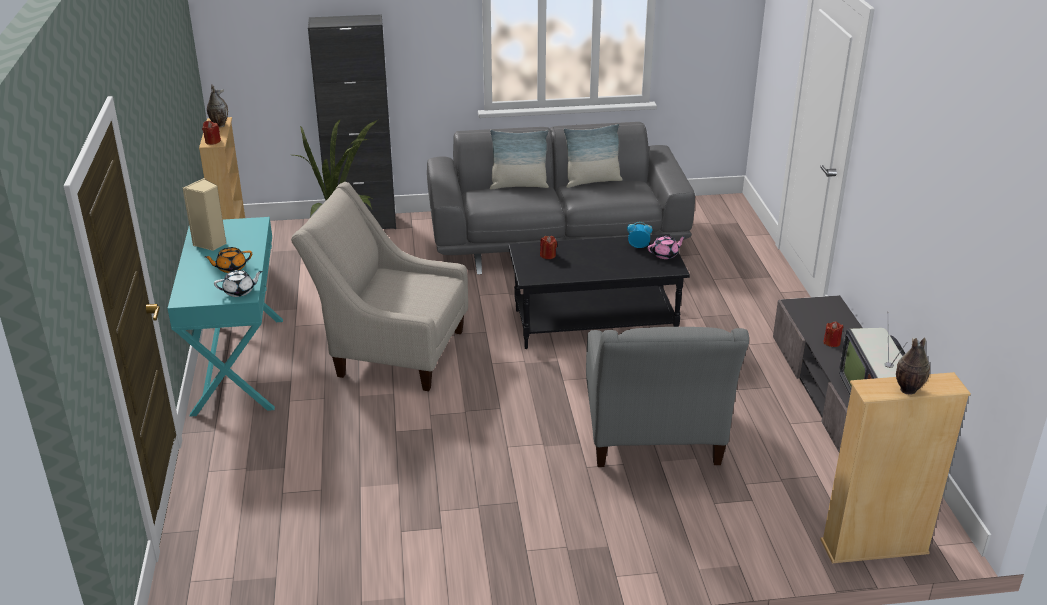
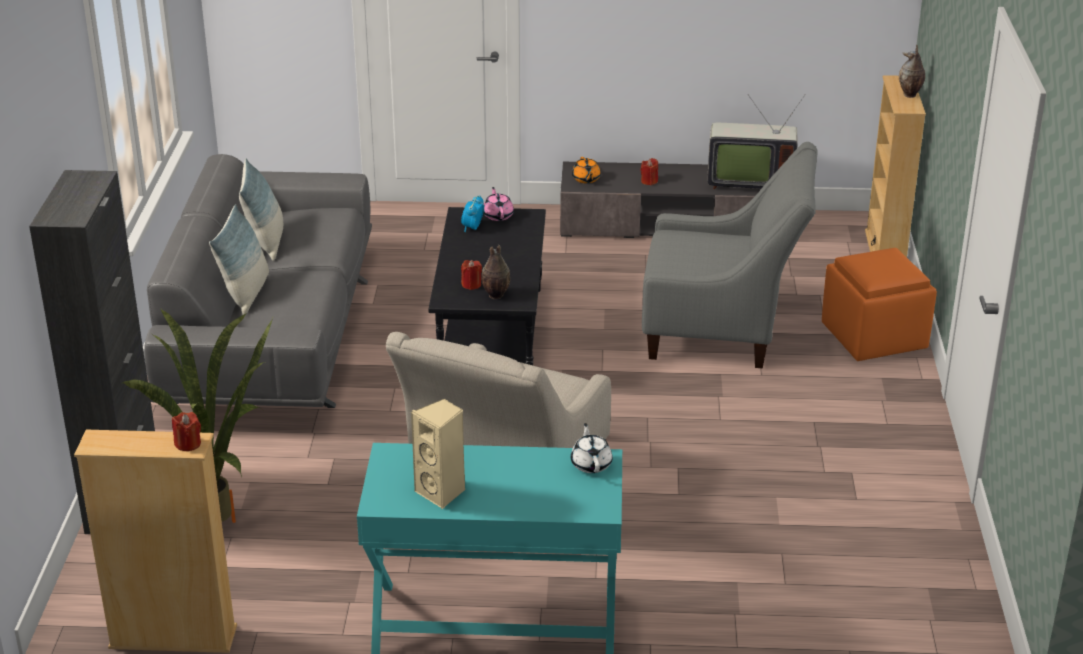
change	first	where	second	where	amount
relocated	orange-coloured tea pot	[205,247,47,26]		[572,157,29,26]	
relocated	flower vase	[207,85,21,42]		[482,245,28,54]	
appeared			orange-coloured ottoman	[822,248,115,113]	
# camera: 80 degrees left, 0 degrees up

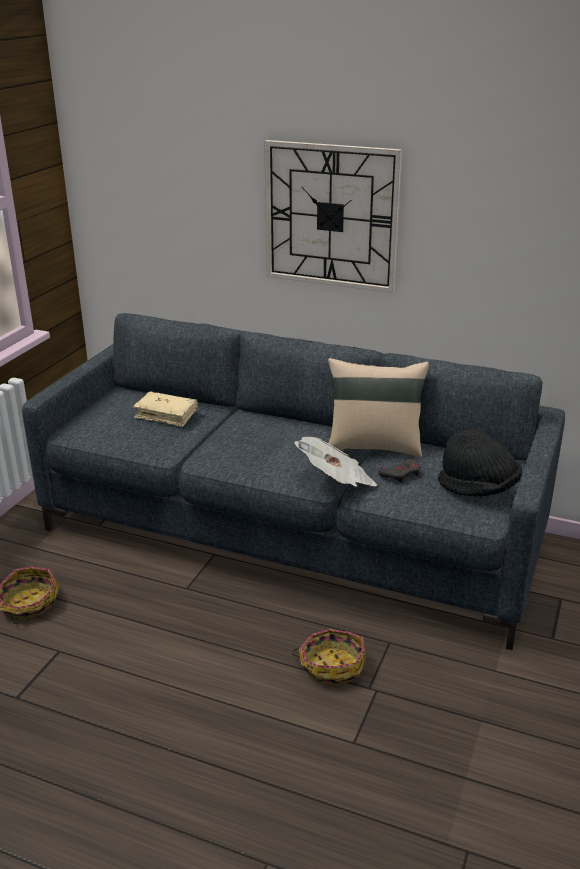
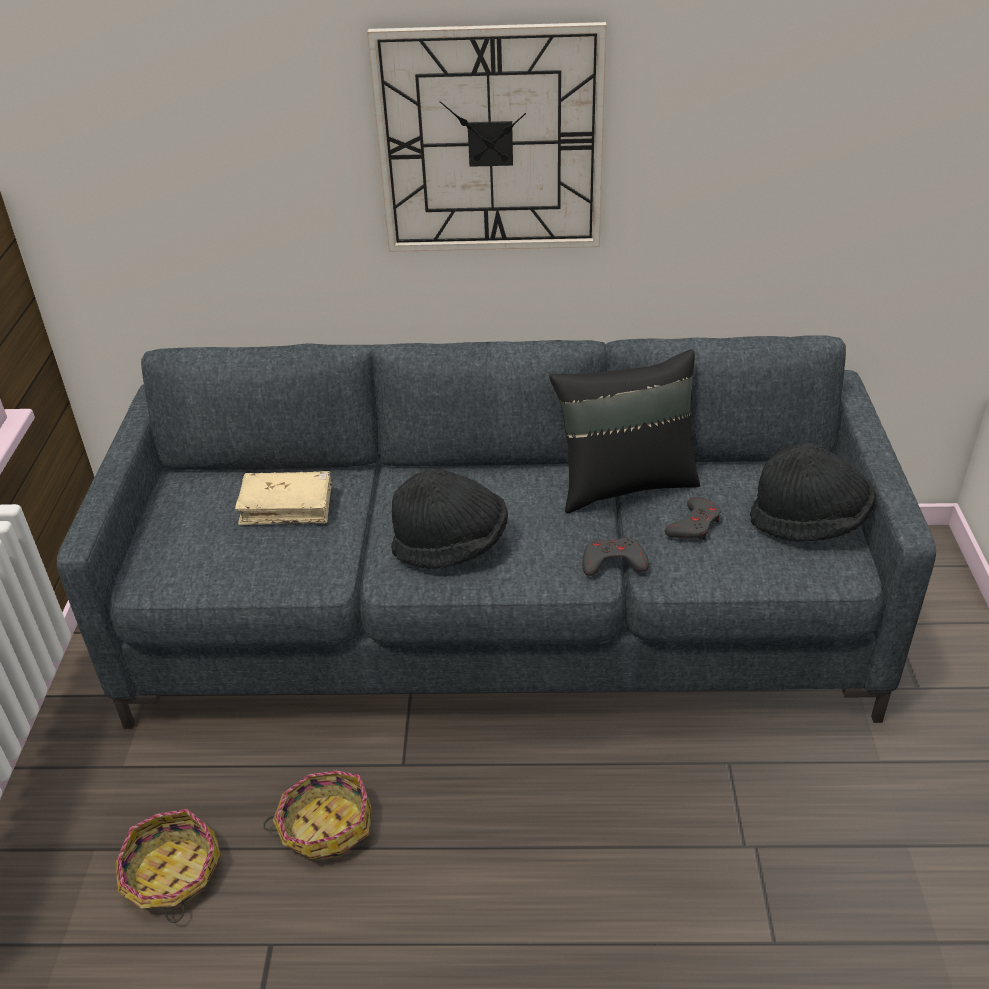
change	first	where	second	where	amount
relocated	storage basket	[292,629,74,57]		[263,770,108,90]	
exchanged	daily paper	[294,437,83,50]	grey gamepad	[582,538,67,38]	
colour	beige cushion	[328,358,101,99]	black-coloured cushion	[549,349,151,165]	
appeared			black-coloured wearable hat	[391,468,117,101]	
# camera: 20 degrees left, 10 degrees up

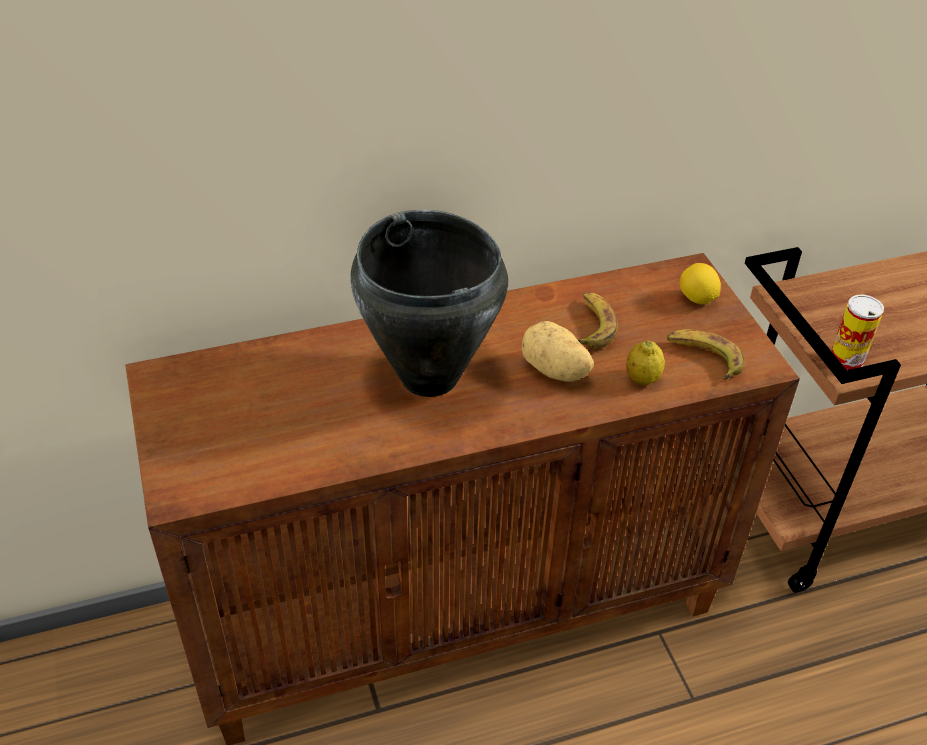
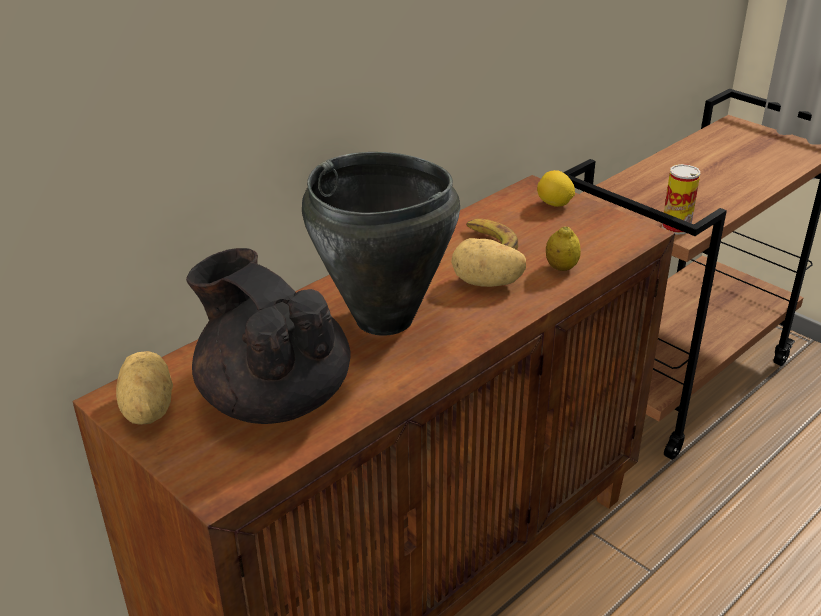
change	first	where	second	where	amount
missing	banana fruit	[667,329,78,51]			
appeared			spud	[116,351,57,74]	
appeared			black-coloured tea pot	[186,248,165,176]	
# camera: 25 degrees left, 10 degrees down

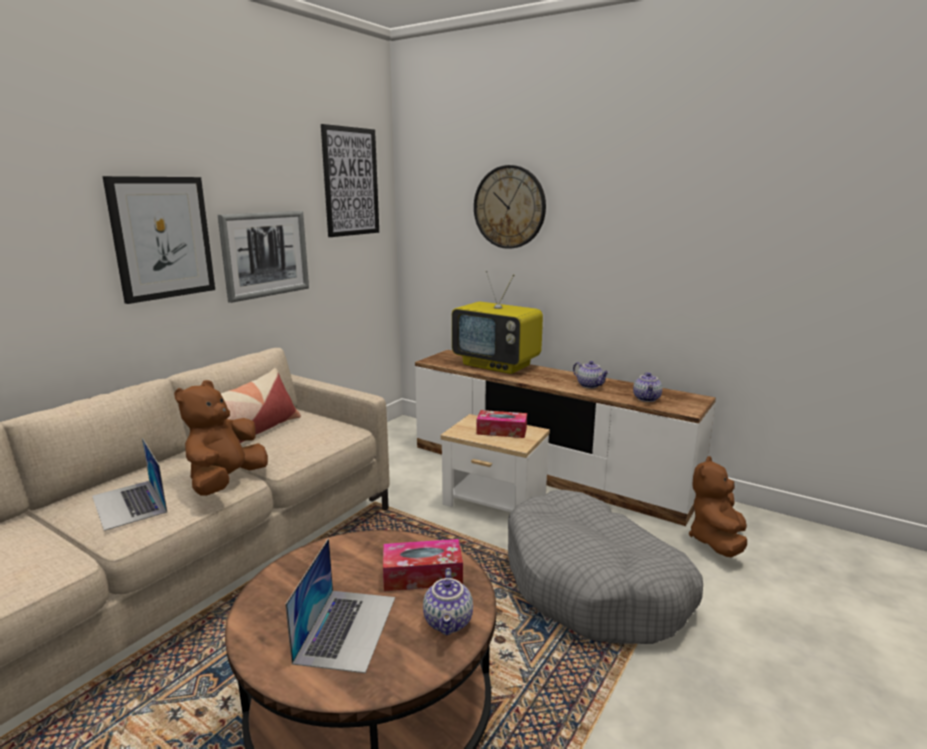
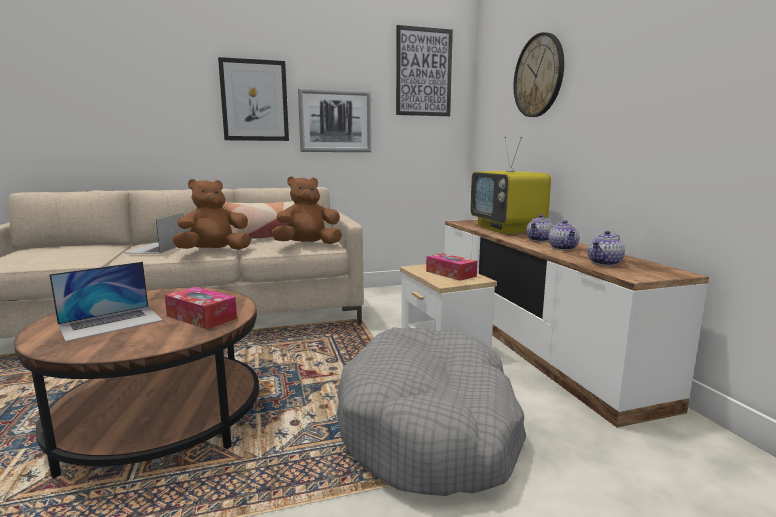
change	first	where	second	where	amount
relocated	tea pot	[423,568,50,67]		[526,214,28,28]	
relocated	brown plush toy	[689,456,58,101]		[271,177,71,67]	
# camera: 40 degrees right, 5 degrees down

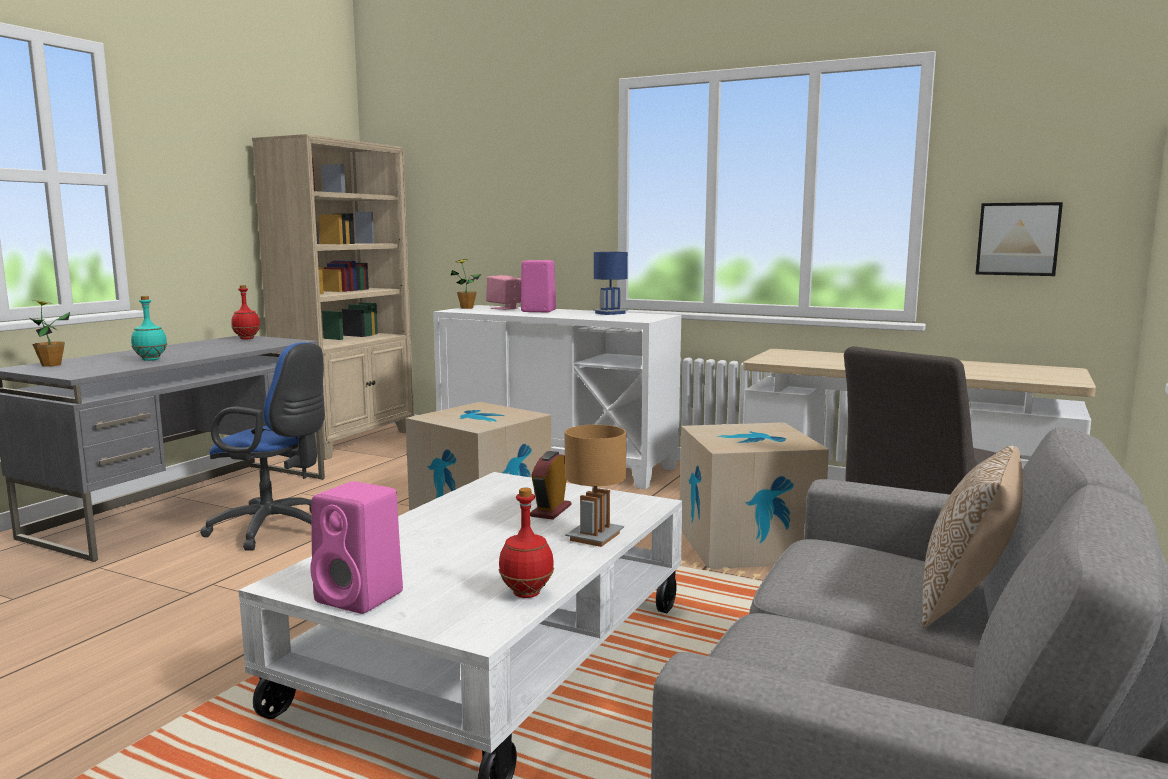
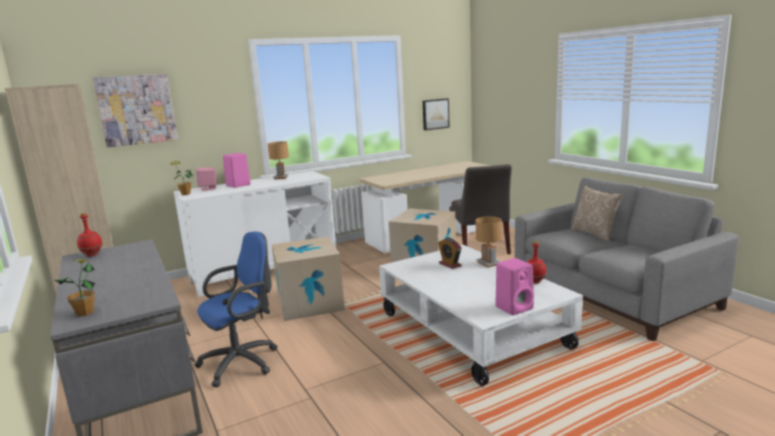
change	first	where	second	where	amount
missing	blue-green drink bottle	[131,296,36,65]			
colour	blue lamp for a table	[593,252,35,63]	brown lamp for a table	[268,141,21,38]	
appeared			picture	[93,74,85,73]	
# camera: 55 degrees left, 5 degrees up

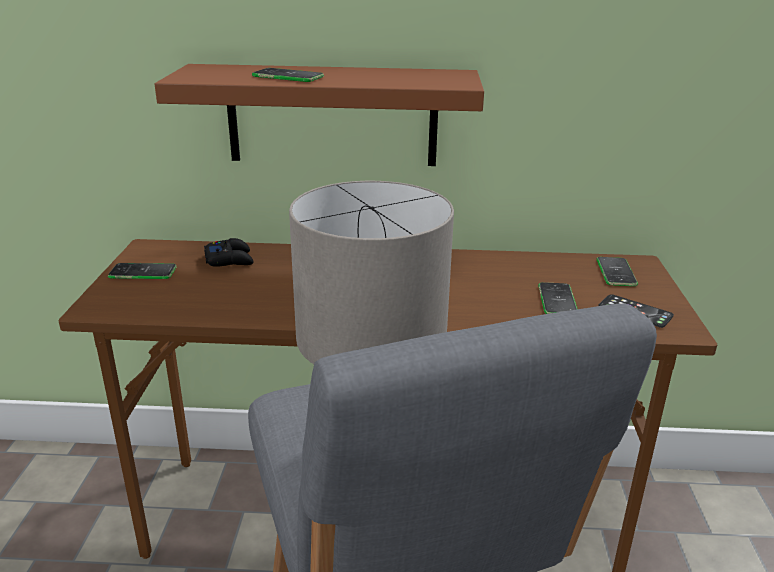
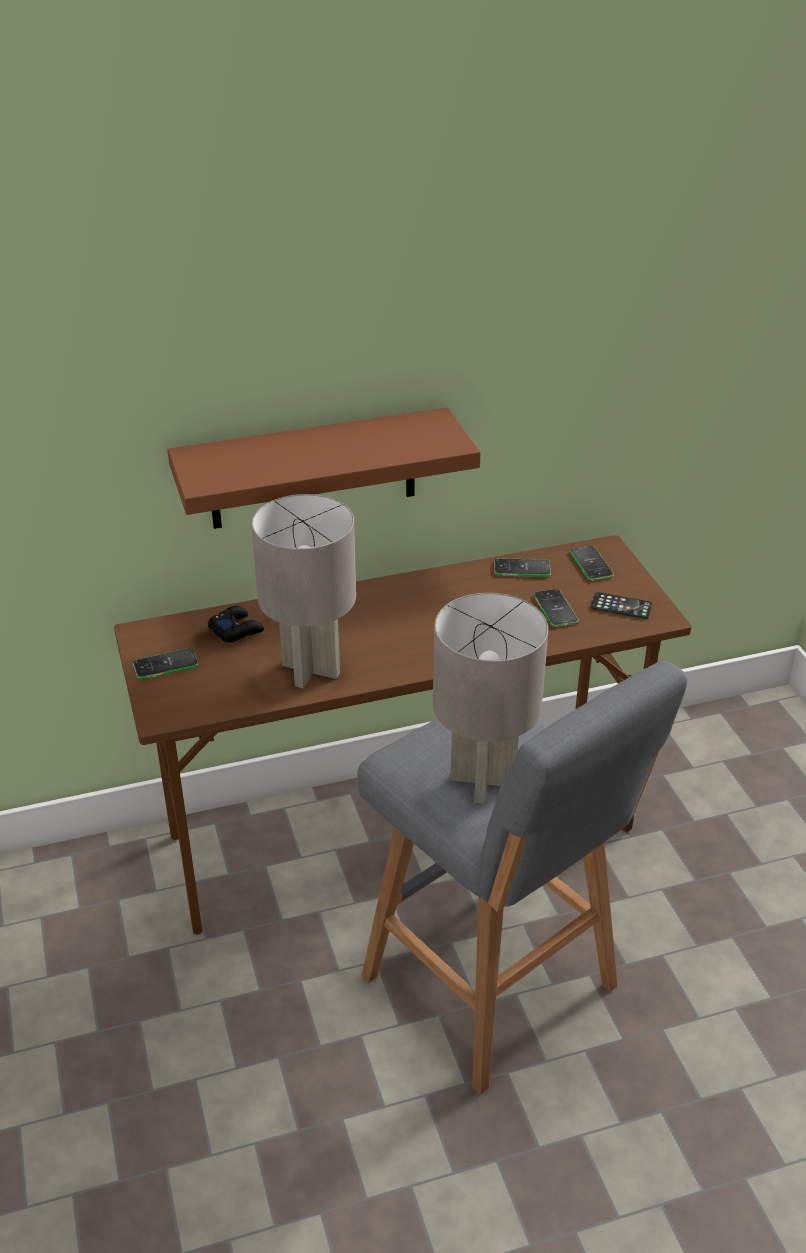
change	first	where	second	where	amount
relocated	handset	[252,68,72,14]		[494,558,57,19]	
appeared			grey lamp for a table	[251,494,105,194]	
# camera: 20 degrees left, 10 degrees up

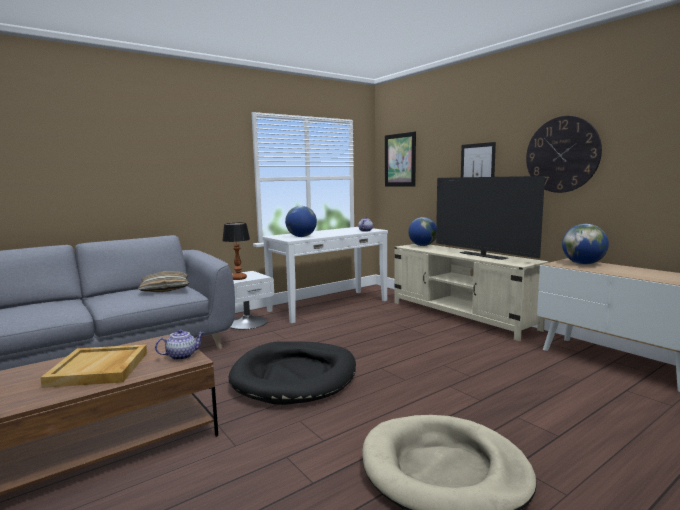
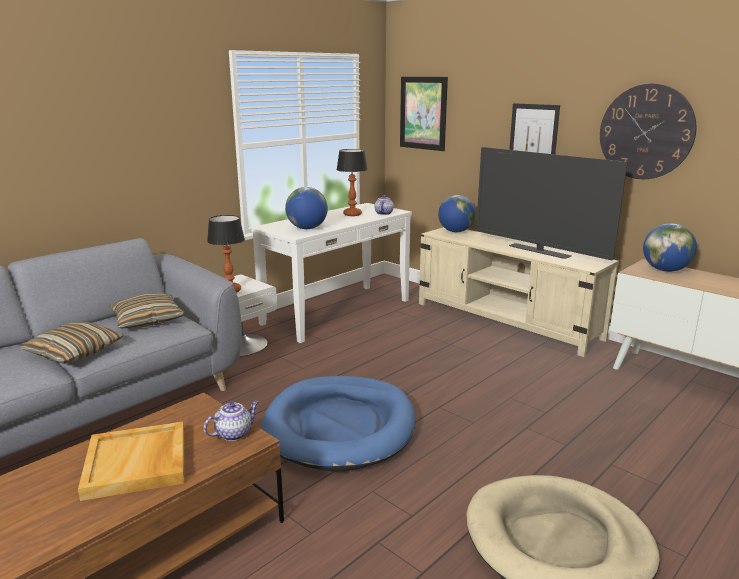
change	first	where	second	where	amount
colour	black-coloured dog cushion	[229,341,127,64]	blue dog cushion	[262,376,154,96]	
appeared			cushion	[20,322,103,42]	
appeared			lamp for a table	[336,149,32,67]	
# camera: 10 degrees left, 10 degrees up

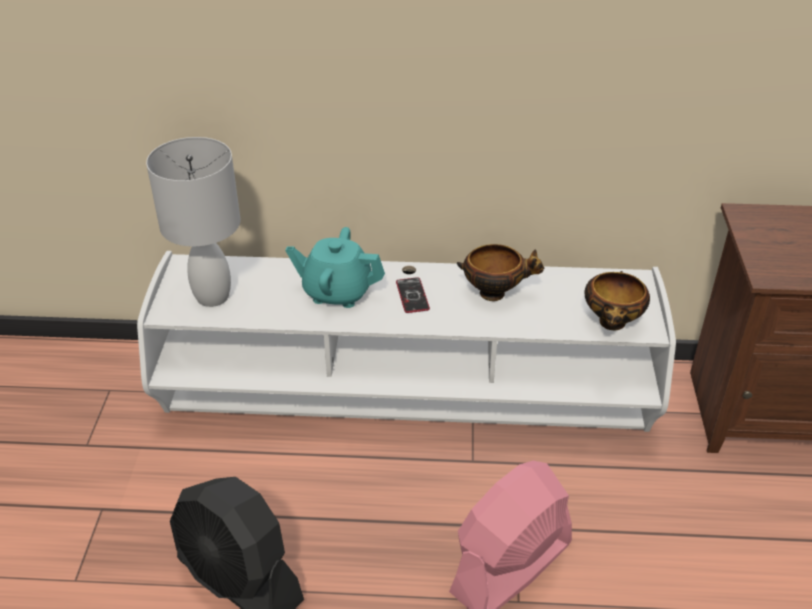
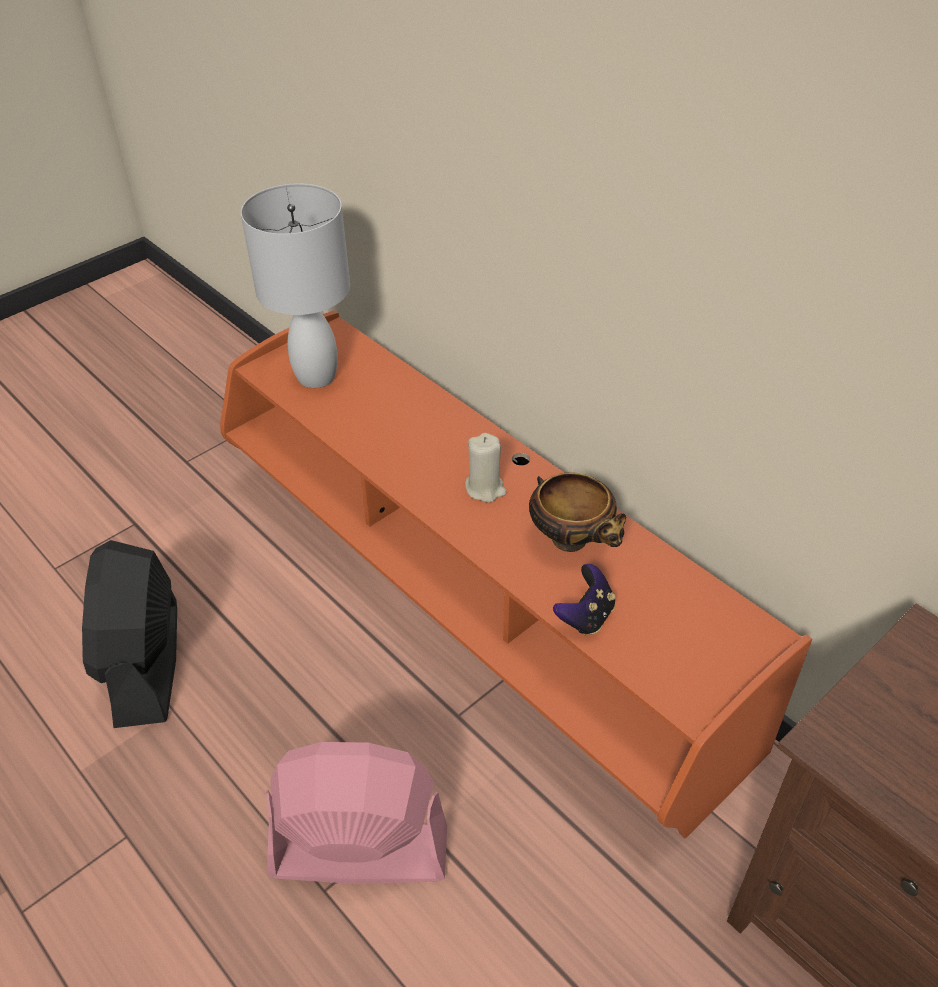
change	first	where	second	where	amount
colour	white media console	[137,251,539,181]	orange-coloured media console	[220,310,592,529]	
missing	blue-green tea pot	[285,227,100,81]			
exchanged	handset	[396,277,34,36]	beige candle	[465,433,42,70]	
missing	serving bowl	[585,271,65,59]			
appeared			gamepad	[553,564,62,72]	
# camera: 45 degrees right, 5 degrees up

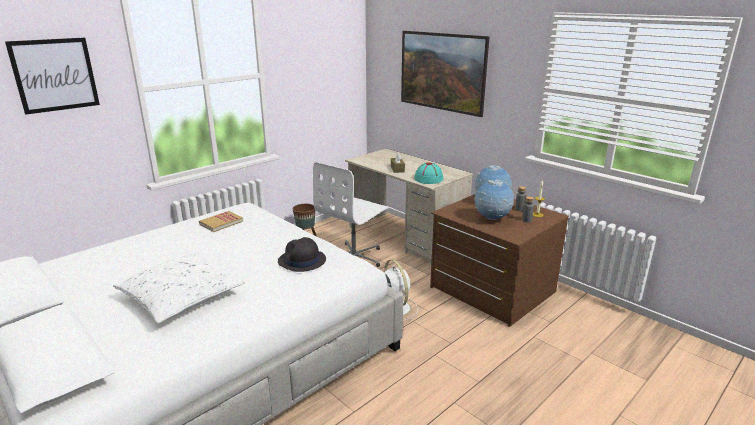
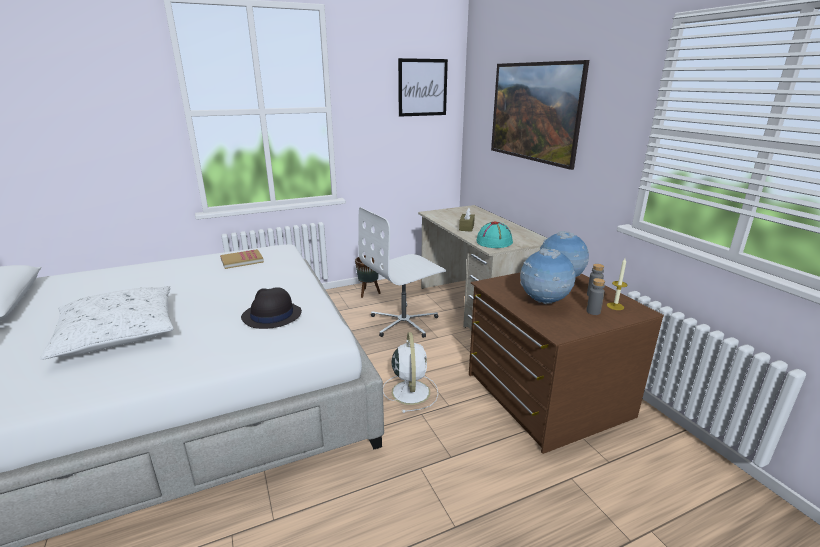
change	first	where	second	where	amount
relocated	picture	[5,38,95,77]		[398,58,50,59]	
# camera: 20 degrees right, 0 degrees up

